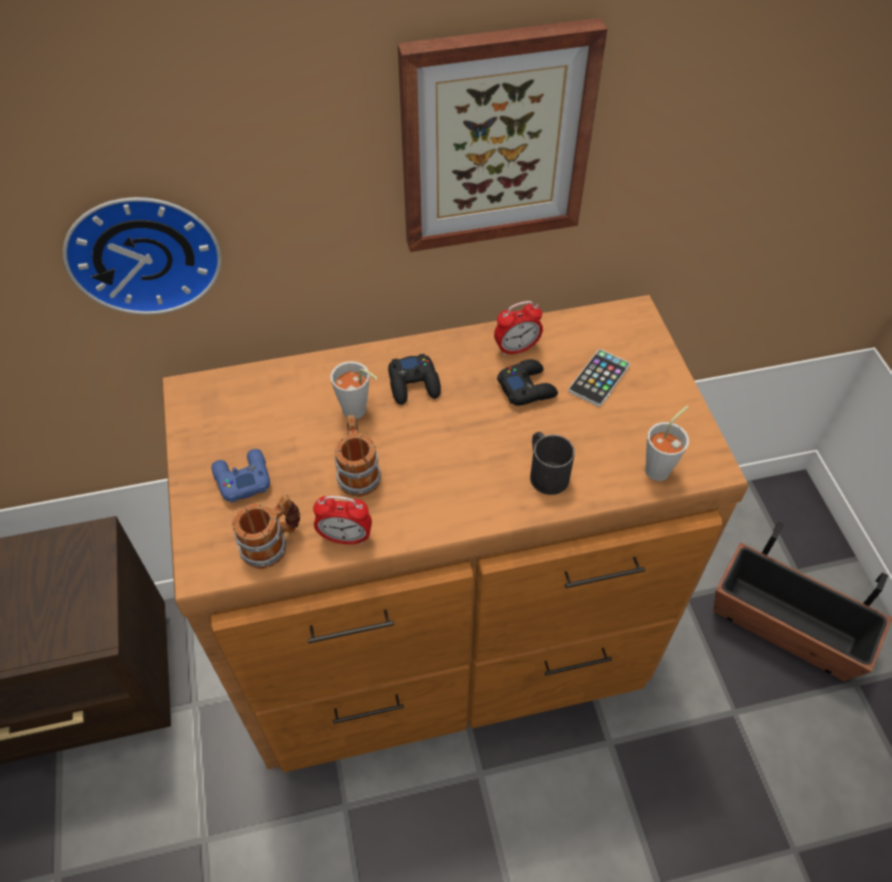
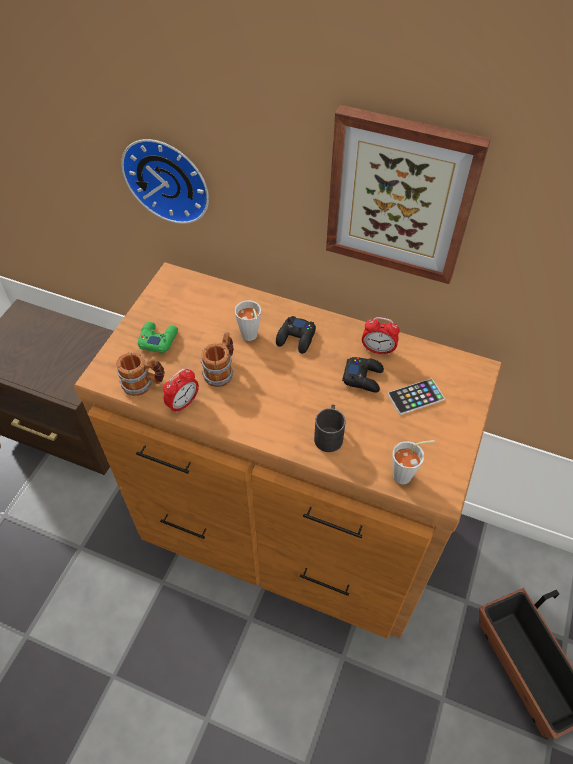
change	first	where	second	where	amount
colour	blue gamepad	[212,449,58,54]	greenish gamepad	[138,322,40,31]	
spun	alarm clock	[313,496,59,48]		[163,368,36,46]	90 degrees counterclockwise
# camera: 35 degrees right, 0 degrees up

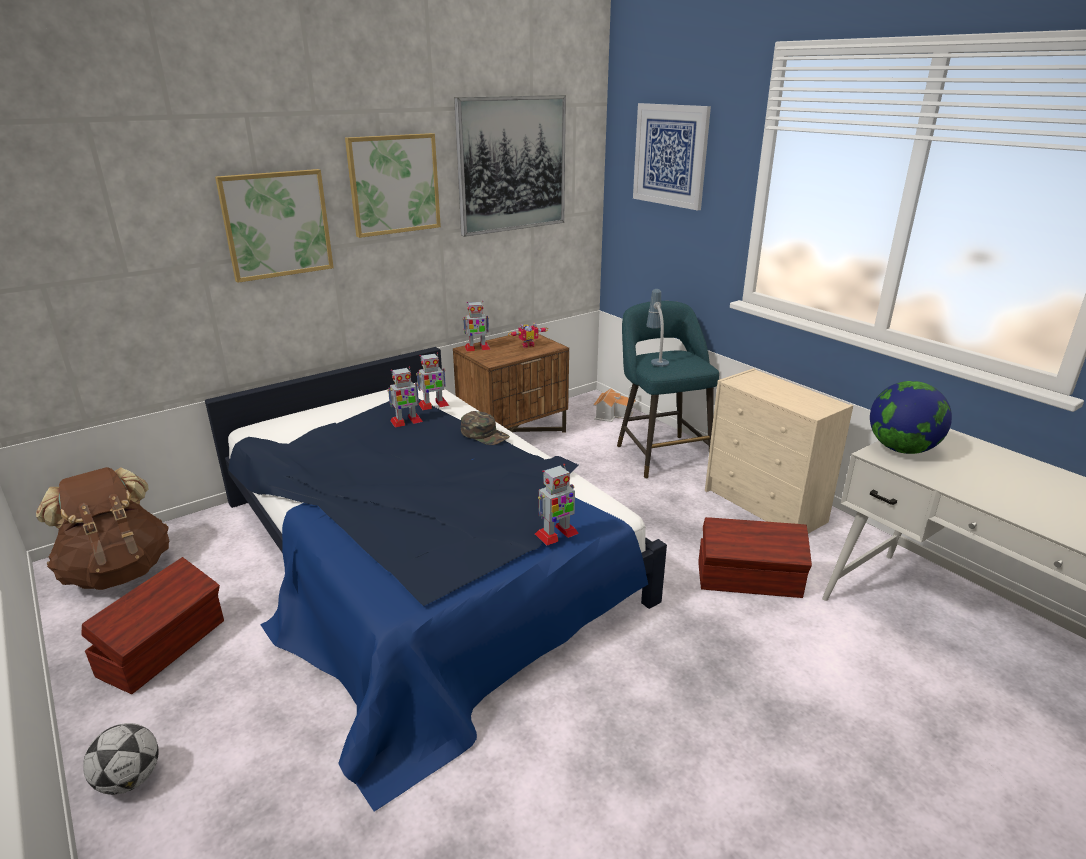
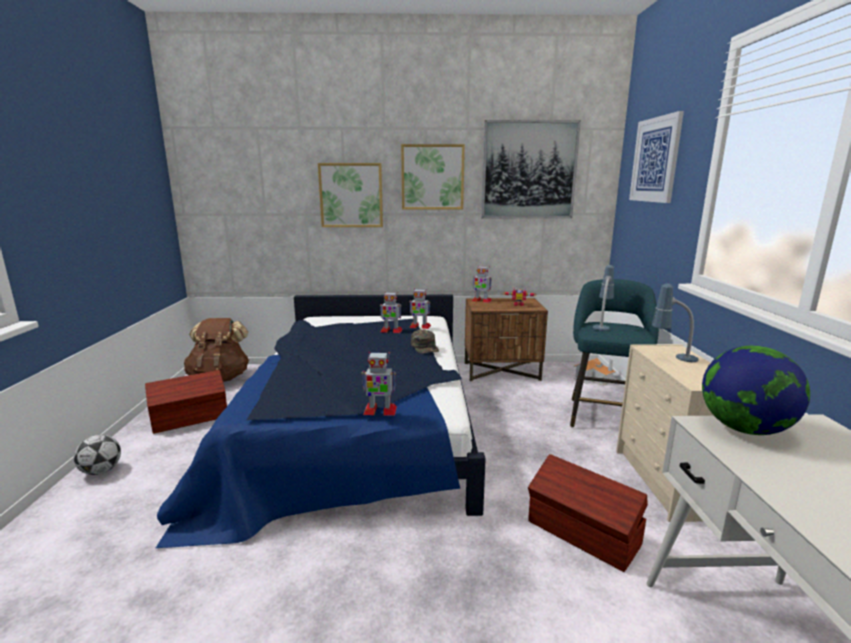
change	first	where	second	where	amount
appeared			lamp for a table	[652,283,47,79]	
# camera: 35 degrees right, 10 degrees down

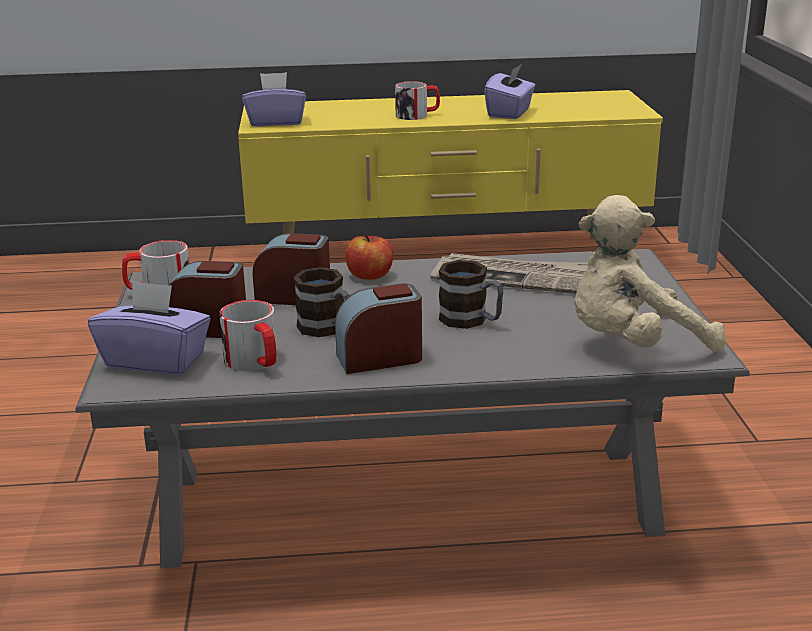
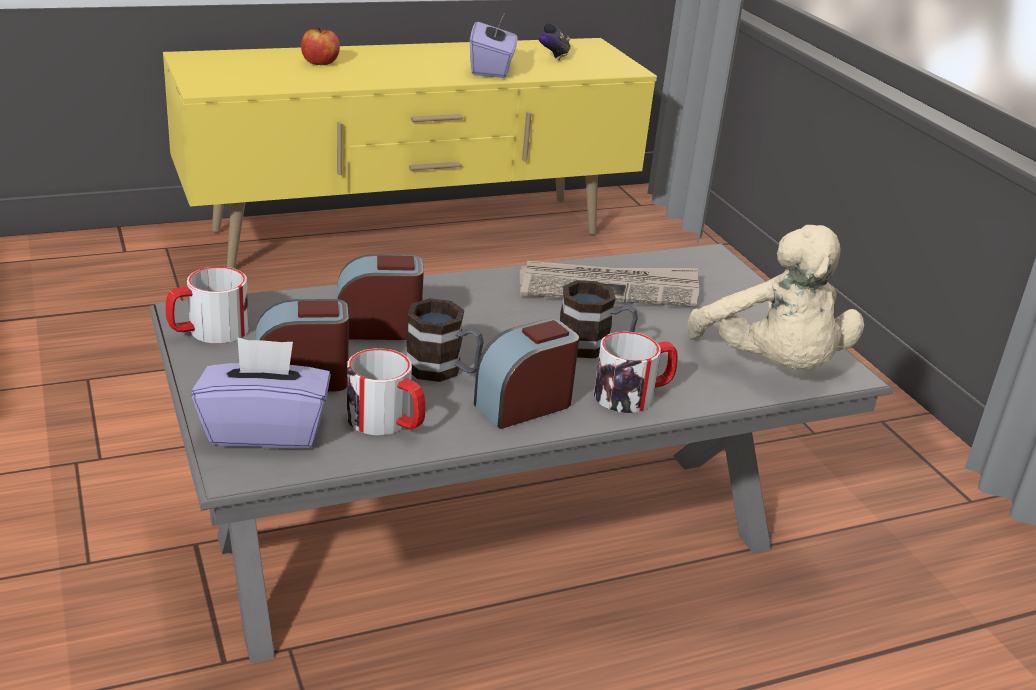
change	first	where	second	where	amount
missing	purple tissue holder	[242,72,64,55]			
relocated	whole apple	[346,235,47,45]		[301,27,39,38]	
relocated	tea mug	[395,81,45,39]		[594,331,84,82]	
spun	beige plush toy	[574,195,152,157]		[687,225,177,144]	75 degrees counterclockwise
appeared			gamepad	[538,23,32,38]	
# camera: 20 degrees left, 5 degrees up

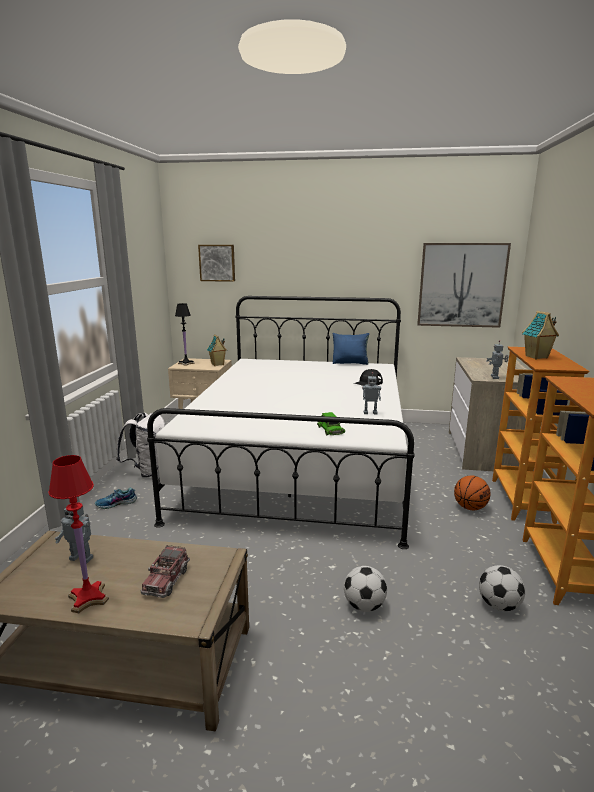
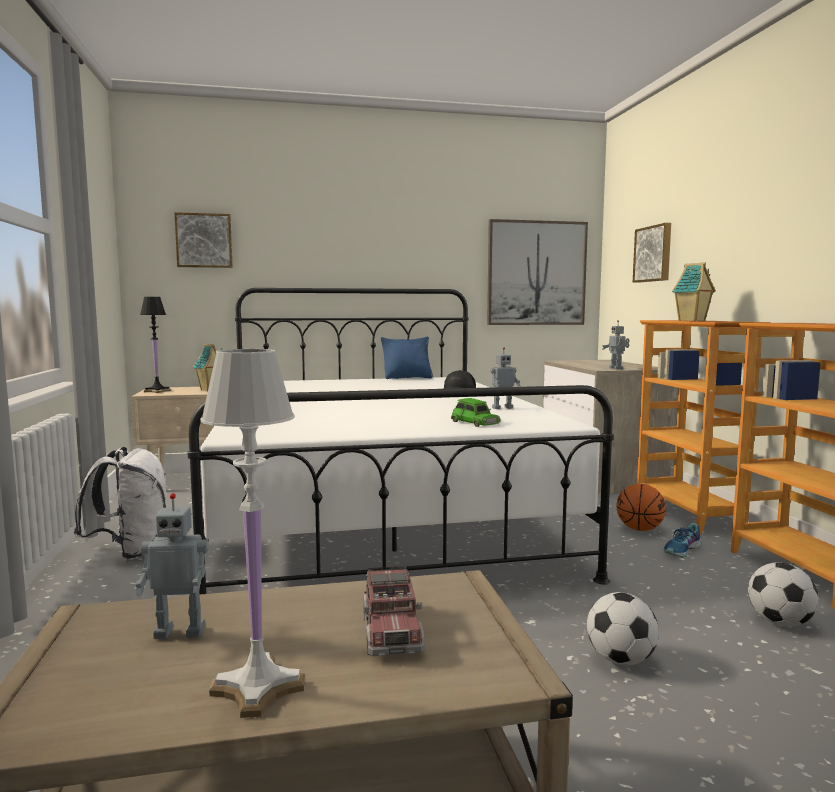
change	first	where	second	where	amount
colour	red lamp for a table	[48,455,61,158]	white lamp for a table	[200,349,106,369]	
relocated	item of footwear	[95,488,42,21]		[664,523,37,34]	
appeared			picture	[633,223,38,60]	
# camera: 20 degrees left, 10 degrees down

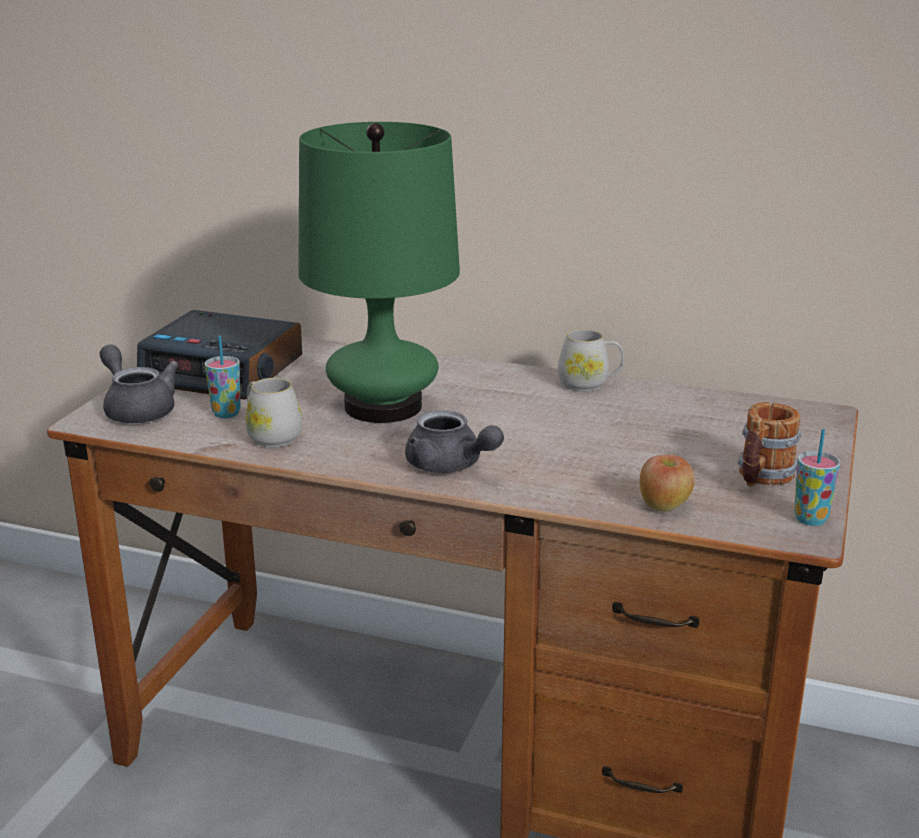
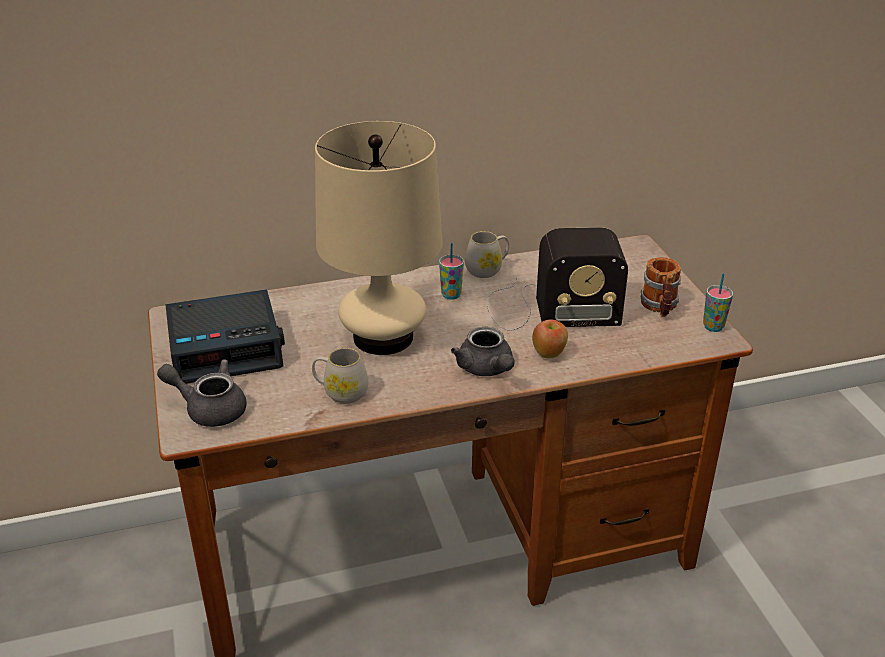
change	first	where	second	where	amount
relocated	small cup	[204,336,37,82]		[439,243,25,57]	
colour	greenish lamp for a table	[298,122,162,301]	beige lamp for a table	[315,121,128,234]	
spun	grey tea pot	[405,410,99,63]		[451,327,64,49]	60 degrees clockwise
relocated	whole apple	[640,455,55,57]		[532,319,36,39]	
appeared			radio	[487,227,141,104]	
# camera: 35 degrees left, 10 degrees up

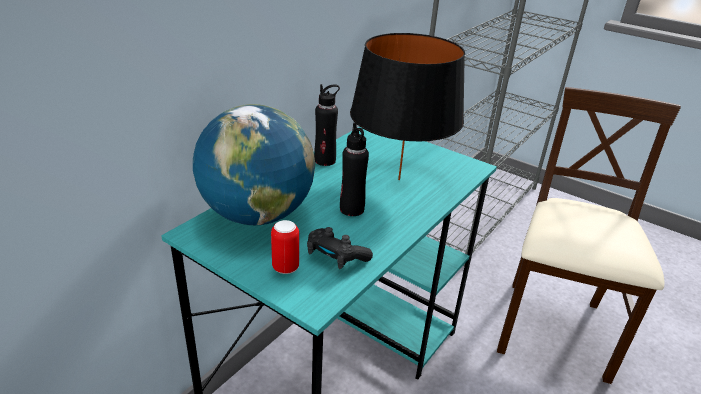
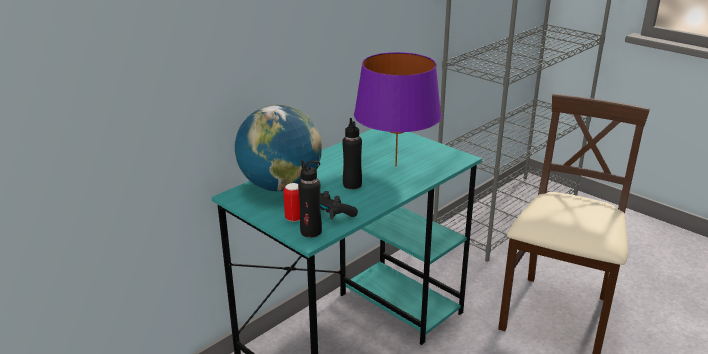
change	first	where	second	where	amount
relocated	black-coloured drink bottle	[314,84,26,82]		[298,160,24,77]	
colour	black-coloured lamp for a table	[350,33,115,147]	purple lamp for a table	[354,52,88,114]	
# camera: 10 degrees right, 5 degrees down

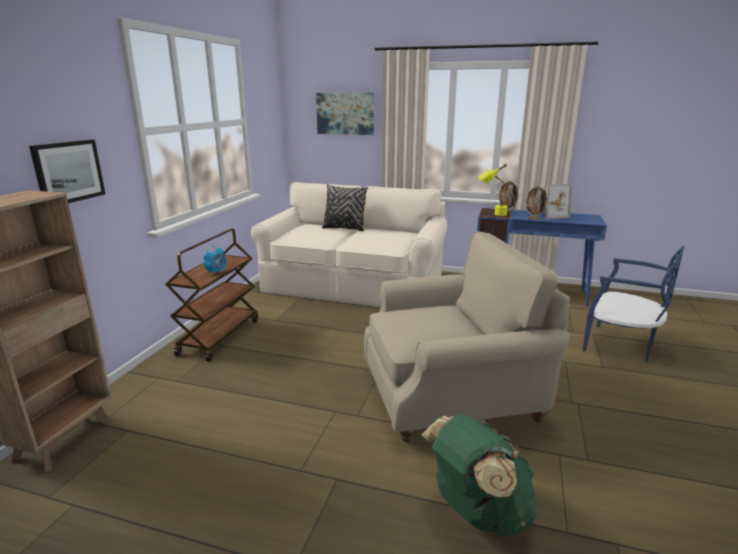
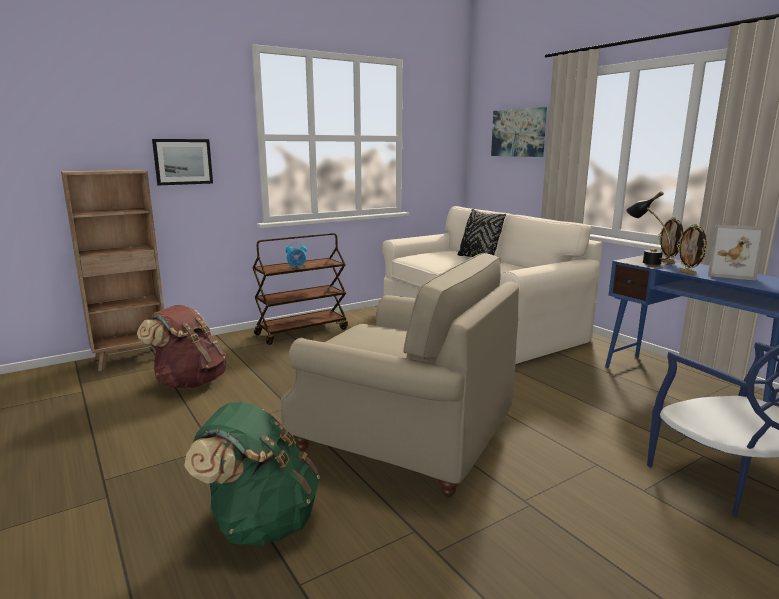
change	first	where	second	where	amount
colour	yellowish lamp for a table	[478,163,37,53]	black-coloured lamp for a table	[626,191,45,74]	
appeared			brown knapsack	[137,305,89,83]	
# camera: 40 degrees right, 5 degrees down

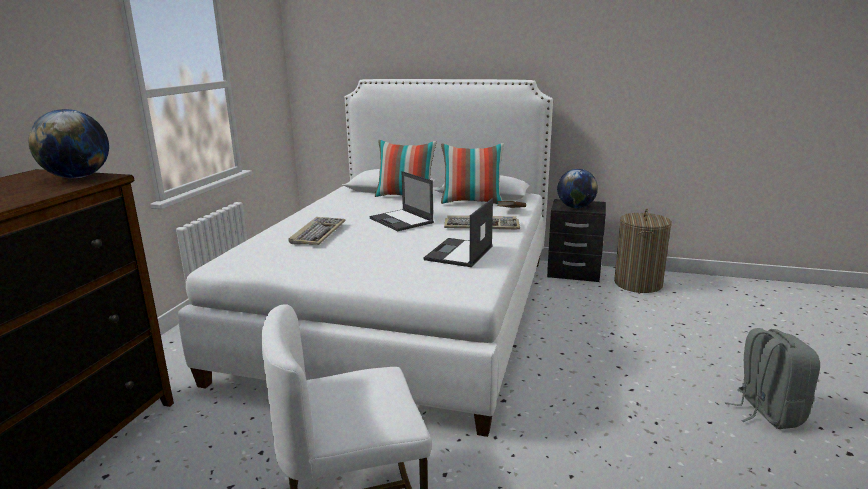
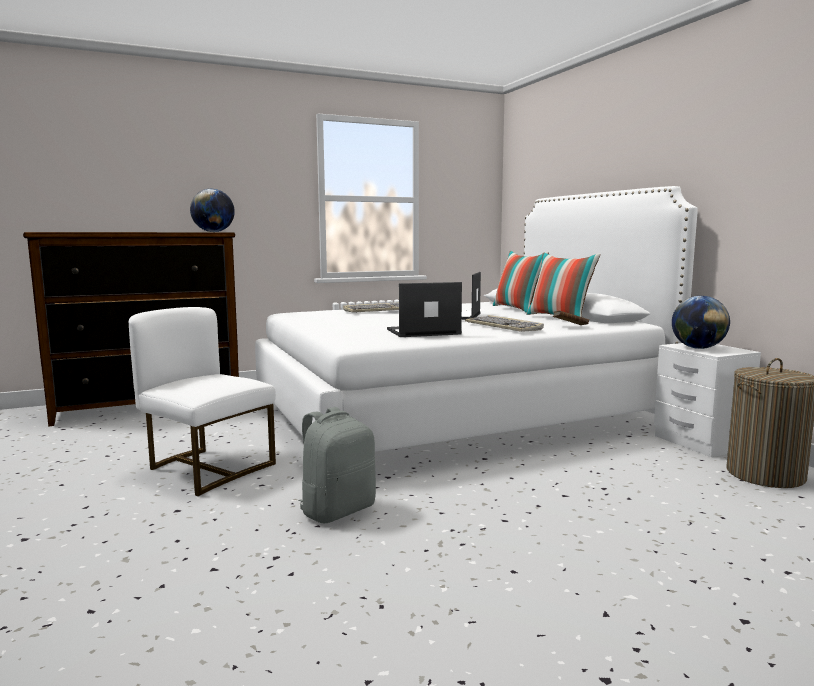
change	first	where	second	where	amount
colour	black-coloured bedside table	[547,199,59,83]	white bedside table	[654,343,107,114]	
relocated	grey knapsack	[725,328,95,101]		[299,407,77,117]	
# camera: 50 degrees right, 10 degrees down

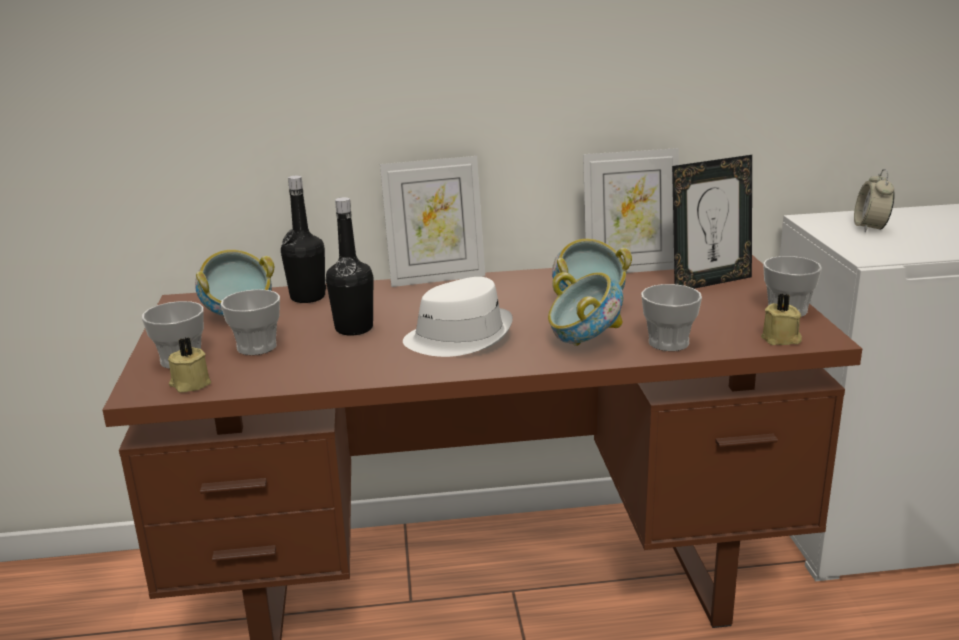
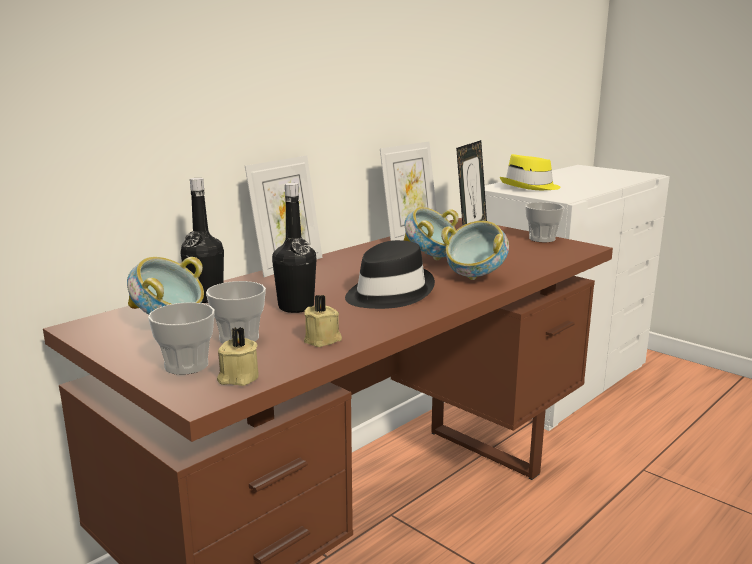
change	first	where	second	where	amount
colour	white wearable hat	[403,277,110,80]	black-coloured wearable hat	[345,240,90,69]	
missing	small cup	[641,284,61,67]			
relocated	beige candle	[761,294,41,51]		[304,294,38,53]	
exchanged	alarm clock	[854,169,41,64]	yellowish wearable hat	[500,154,61,36]	
# camera: 40 degrees left, 5 degrees down

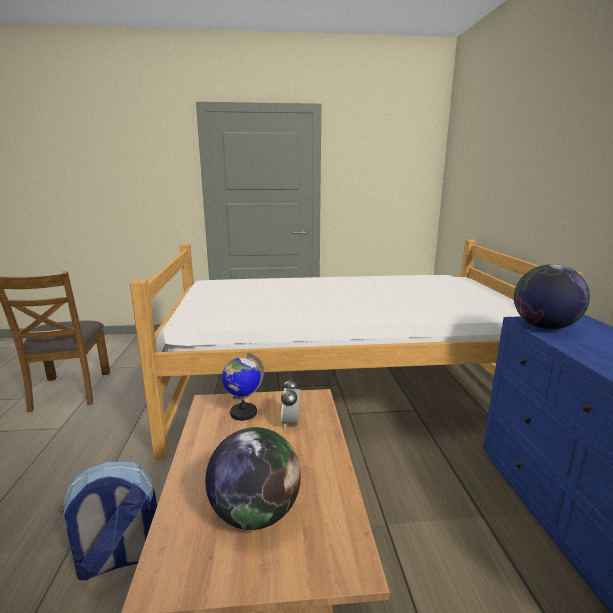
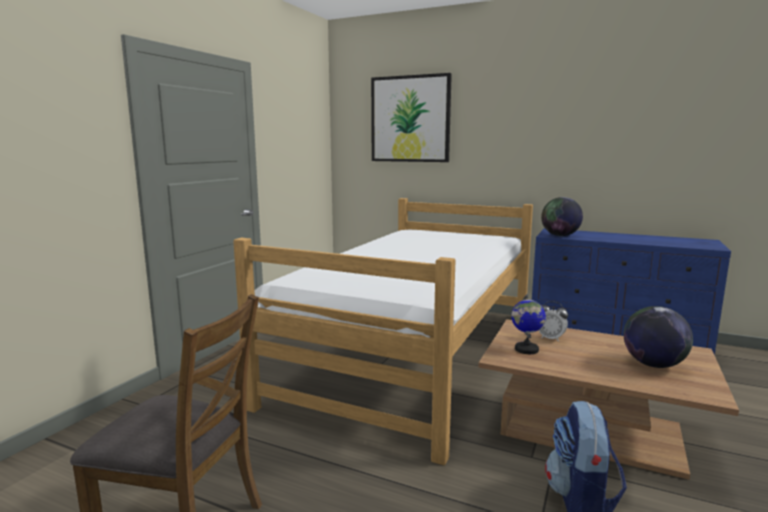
change	first	where	second	where	amount
appeared			picture	[371,73,81,89]	
# camera: 60 degrees left, 5 degrees down

